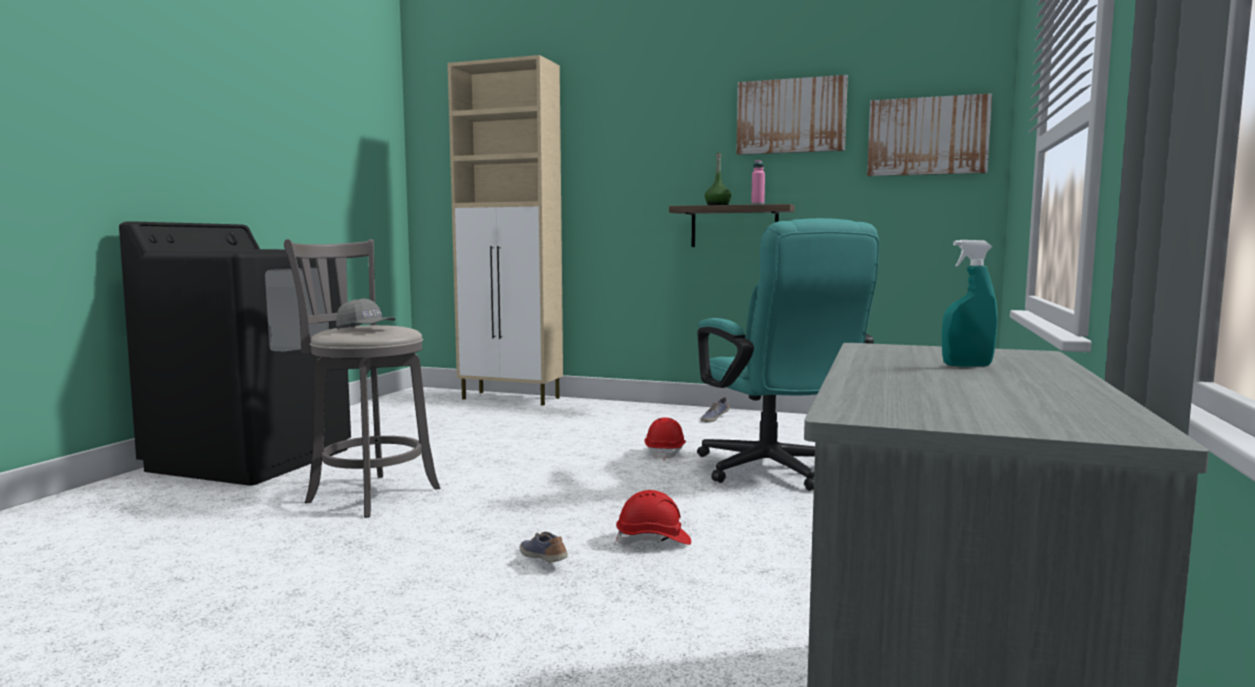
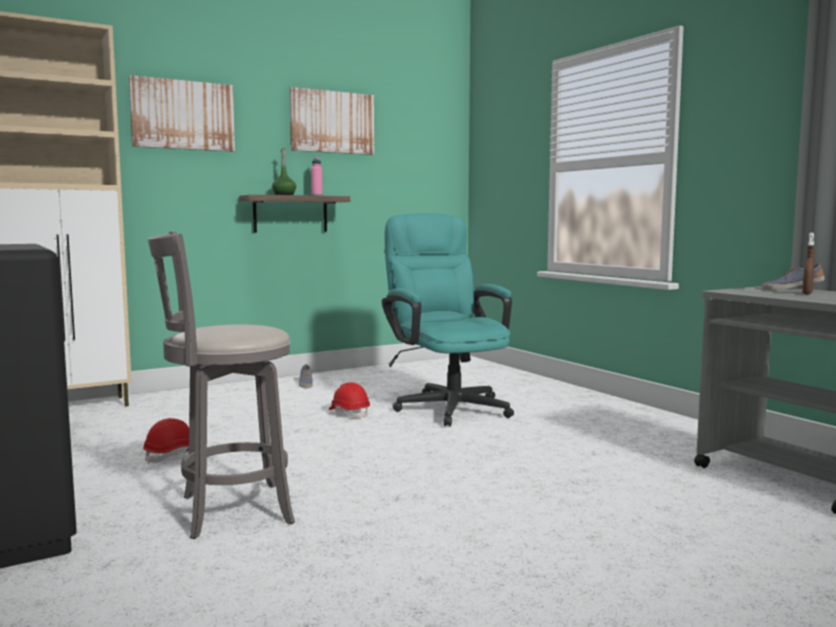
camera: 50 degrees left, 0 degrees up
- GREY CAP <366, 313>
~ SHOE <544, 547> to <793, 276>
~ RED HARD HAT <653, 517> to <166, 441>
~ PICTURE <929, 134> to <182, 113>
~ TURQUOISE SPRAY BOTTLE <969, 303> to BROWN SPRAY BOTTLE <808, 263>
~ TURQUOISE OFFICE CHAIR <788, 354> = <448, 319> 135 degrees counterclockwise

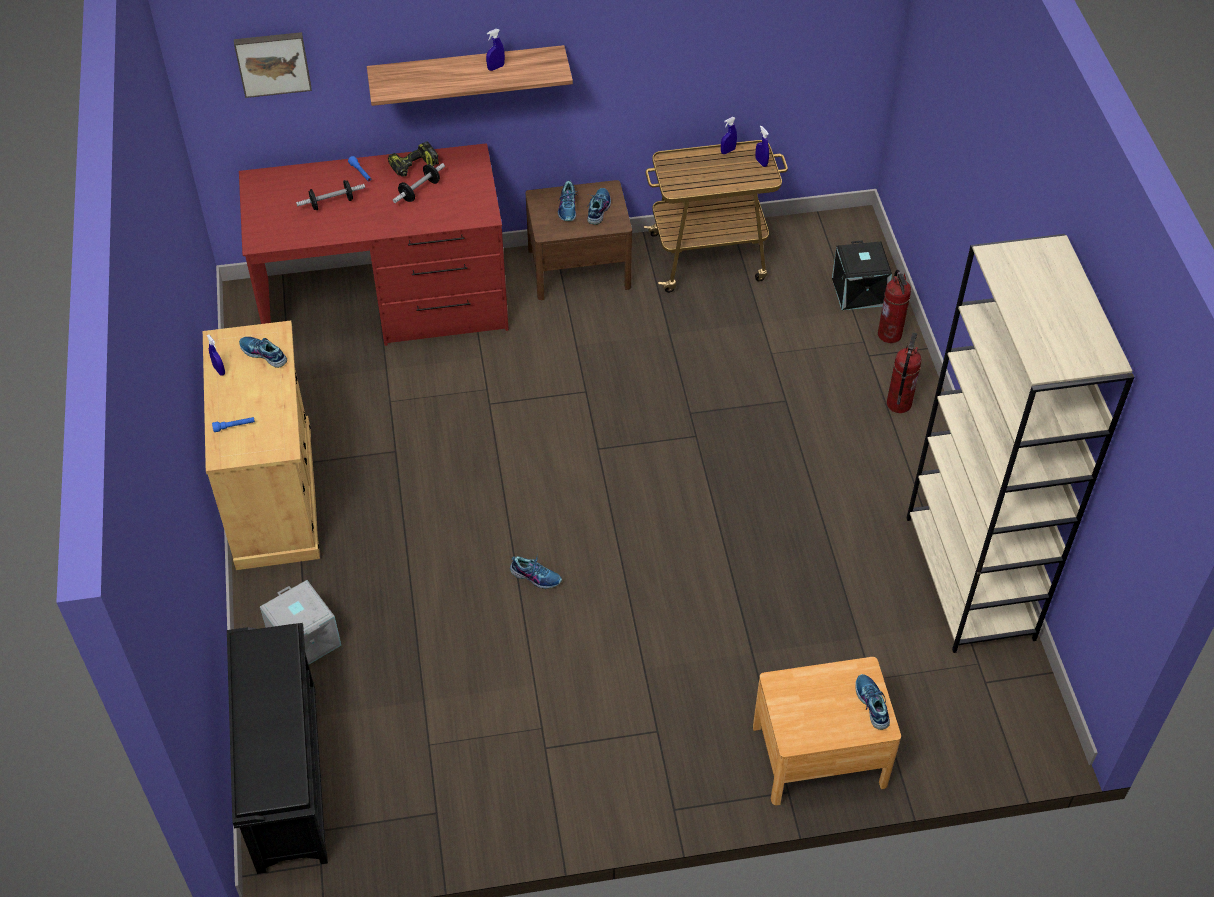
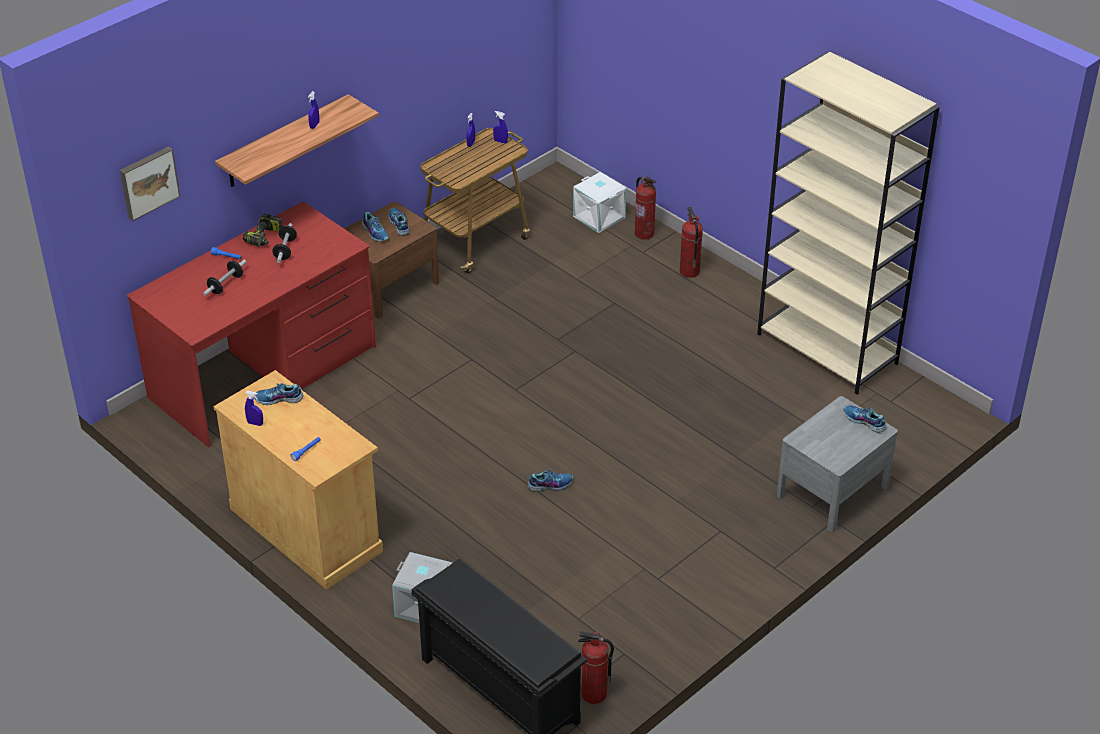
camera: 35 degrees left, 10 degrees down
+ FIRE EXTINGUISHER <596, 667>
~ BROWN NIGHTSTAND <827, 731> to GREY NIGHTSTAND <837, 464>
~ BLACK STORAGE BOX <862, 275> to WHITE STORAGE BOX <599, 202>

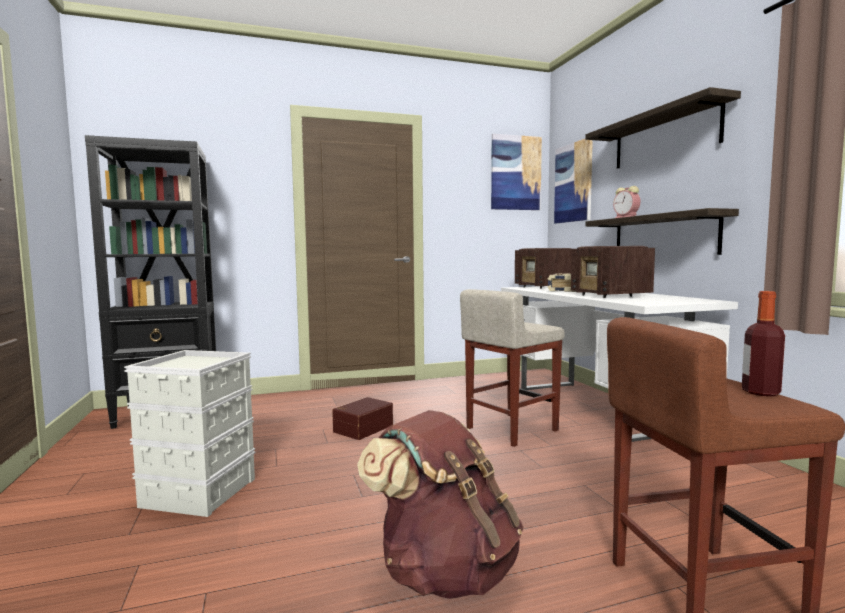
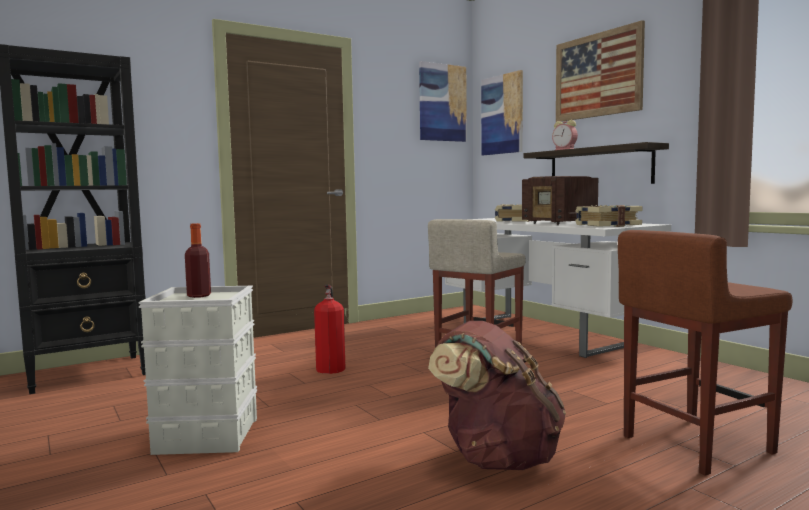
camera: 15 degrees left, 0 degrees up
- RADIO <543, 268>
+ BOOK <609, 216>
~ BOTTLE <763, 343> to <198, 260>
~ BROWN STORAGE BOX <362, 418> to FIRE EXTINGUISHER <330, 329>
~ SHELF <663, 128> to PICTURE <600, 71>

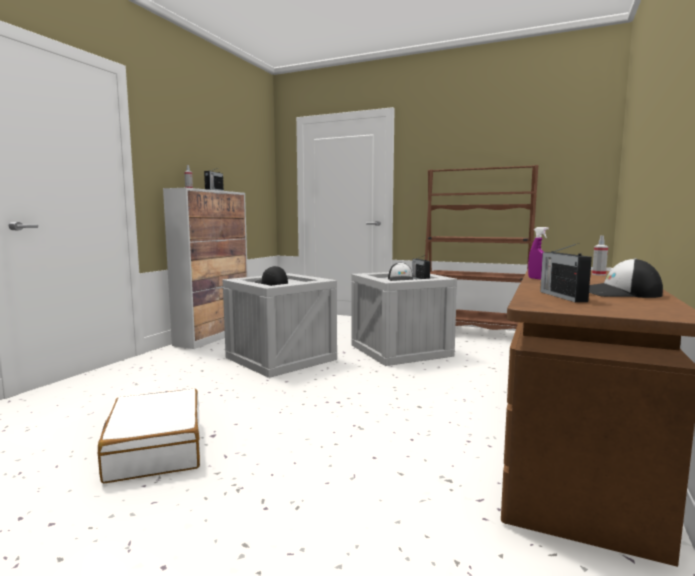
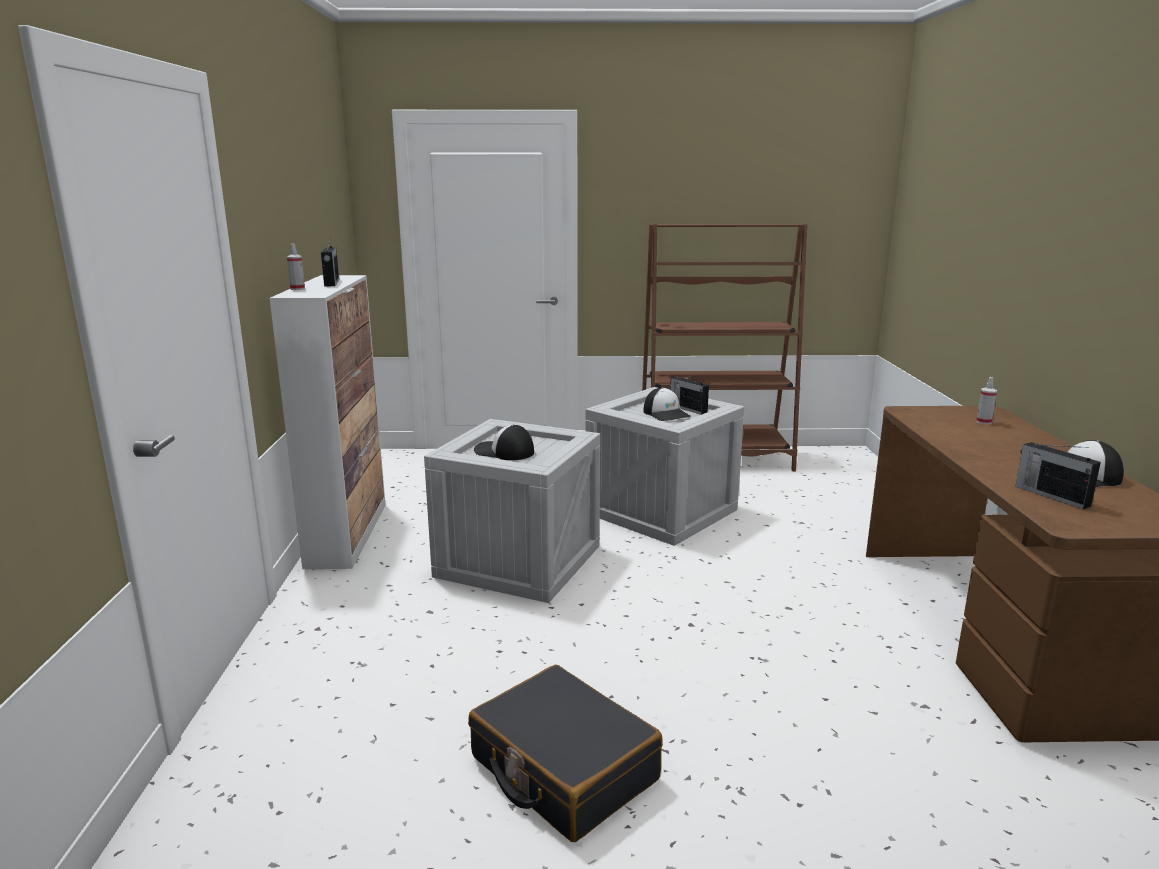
camera: 25 degrees left, 10 degrees up
- PURPLE SPRAY BOTTLE <538, 253>
~ WHITE SUITCASE <149, 435> to BLACK SUITCASE <565, 753>

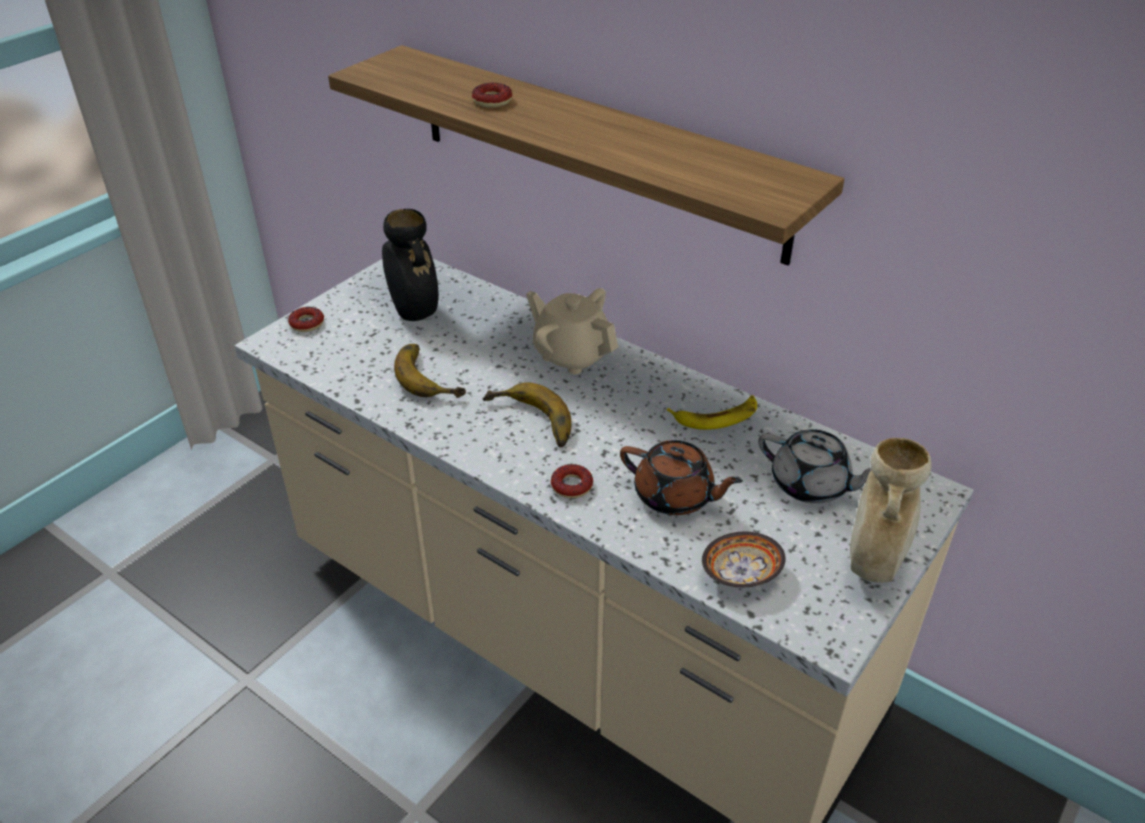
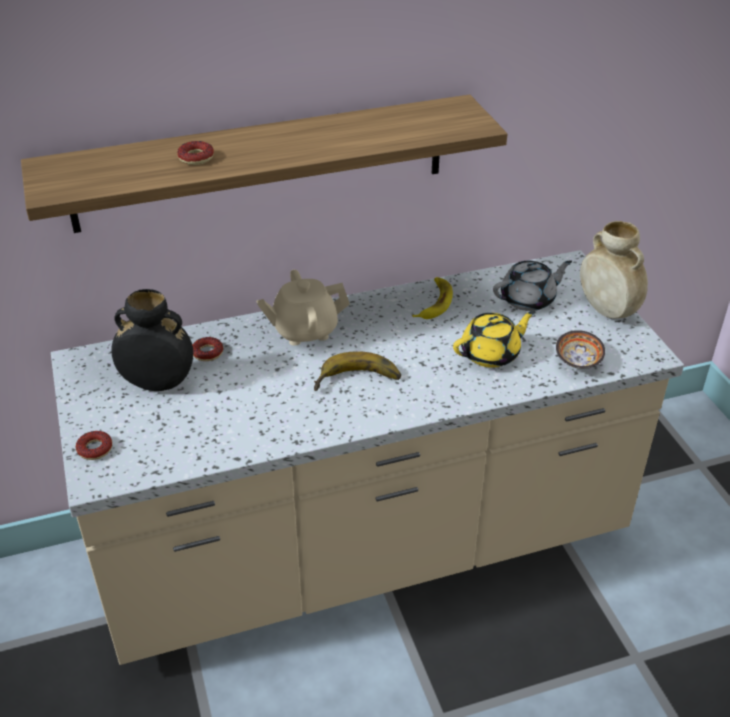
camera: 55 degrees left, 0 degrees up
- BANANA <430, 371>
~ DONUT <572, 481> to <207, 349>
~ BROWN TEAPOT <681, 477> to YELLOW TEAPOT <494, 339>

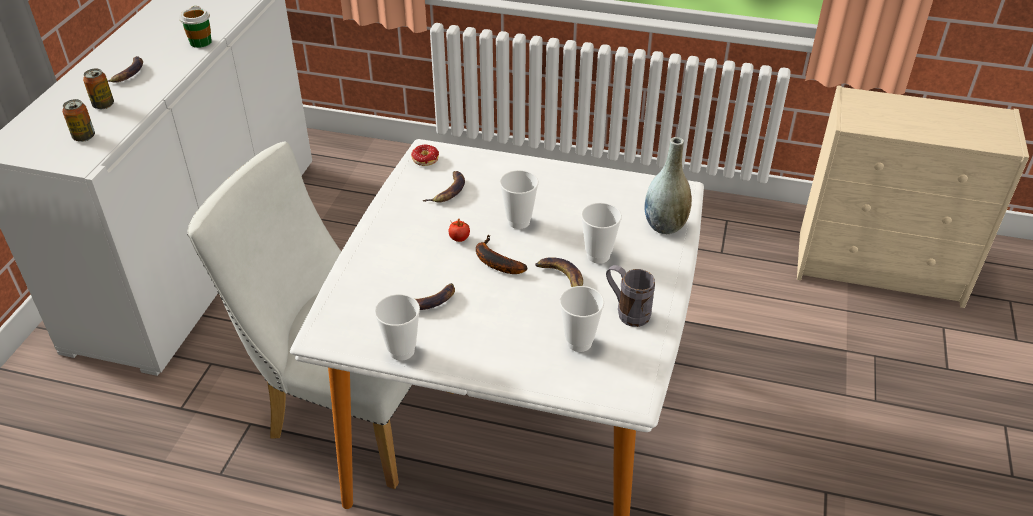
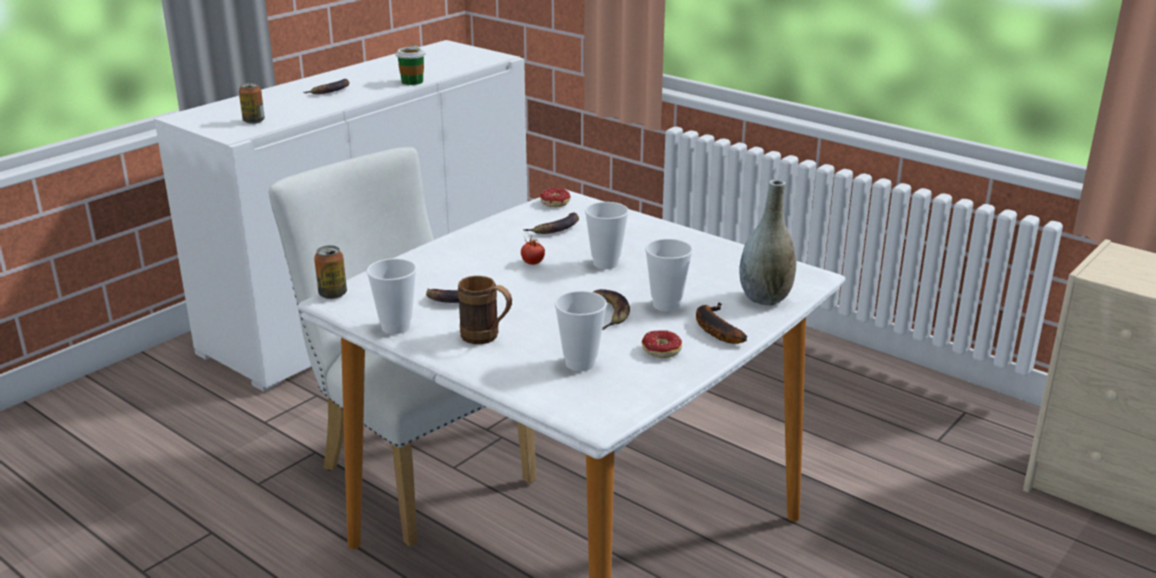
camera: 25 degrees right, 15 degrees down
+ BROWN MUG <485, 310>
~ CAN <98, 89> to <330, 272>
~ BANANA <501, 254> to <721, 323>
~ GREY MUG <630, 296> to DONUT <662, 344>

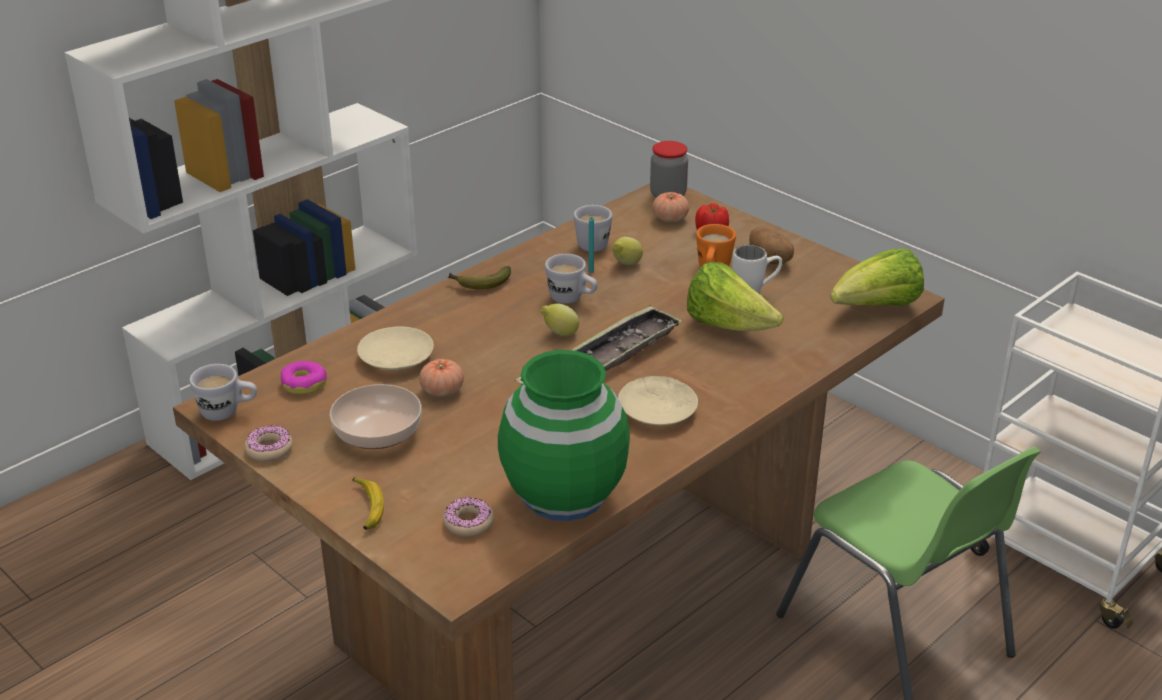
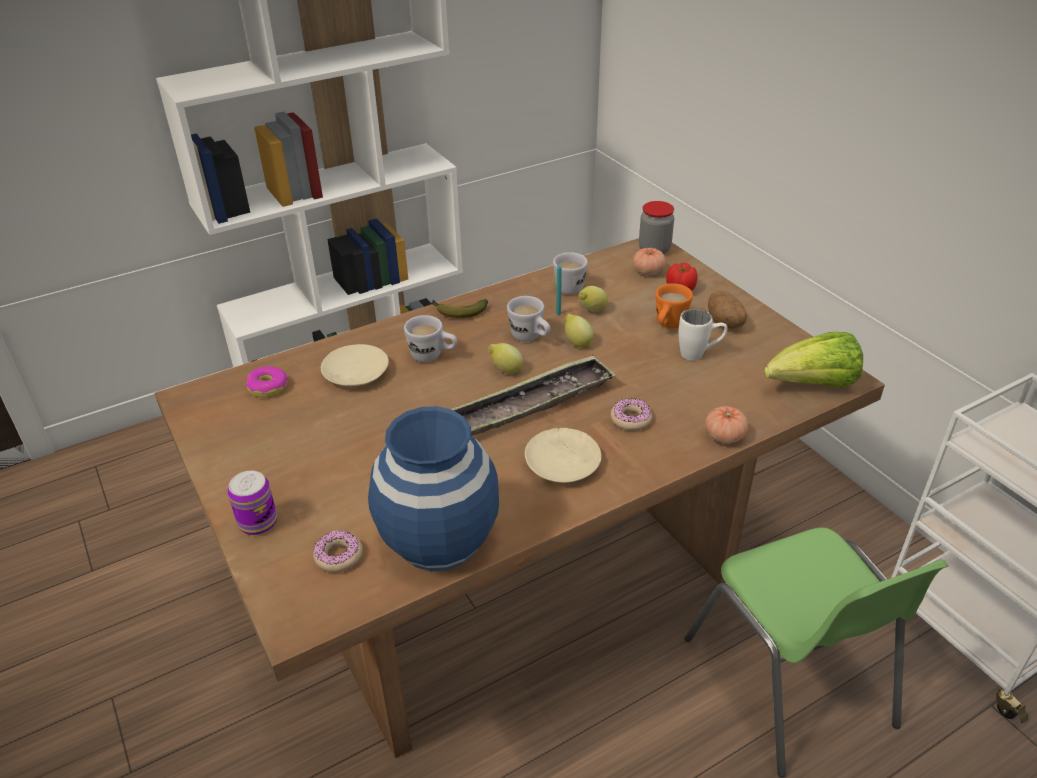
camera: 15 degrees right, 5 degrees up
- BOWL <376, 416>
- LETTUCE <735, 296>
+ LEMON <579, 330>
~ WHITE MUG <223, 392> to <430, 338>
~ DONUT <268, 443> to <631, 414>
~ TOMATO <441, 378> to <726, 424>
~ BANANA <368, 503> to CAN <252, 503>
~ GREEN VASE <564, 435> to BLUE VASE <433, 488>

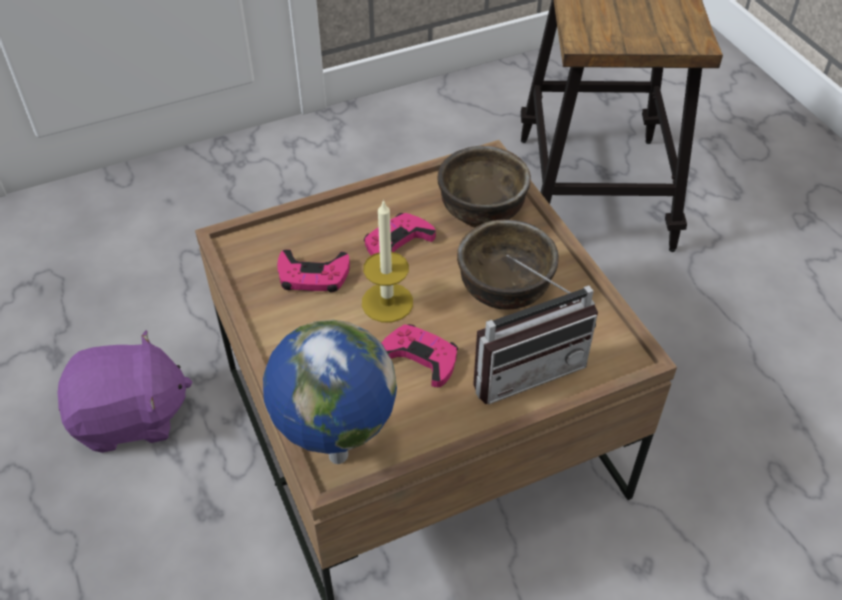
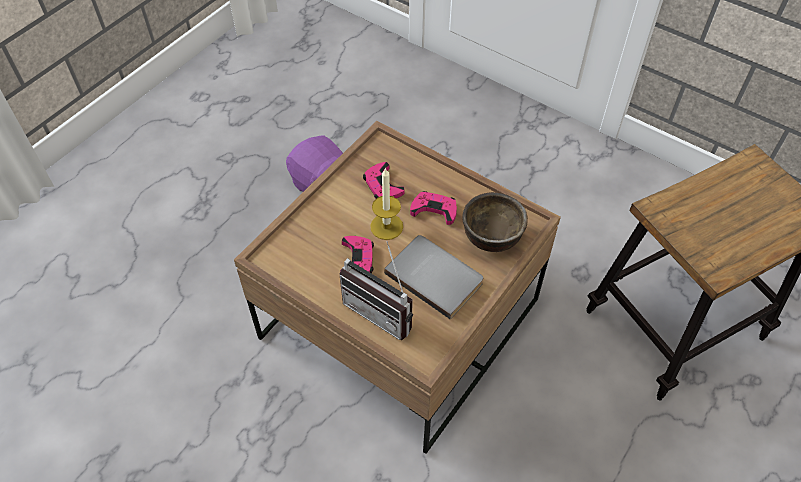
camera: 60 degrees right, 5 degrees up
- GLOBE <330, 391>
~ BROWN BOWL <508, 264> to GREY BOOK <433, 277>

